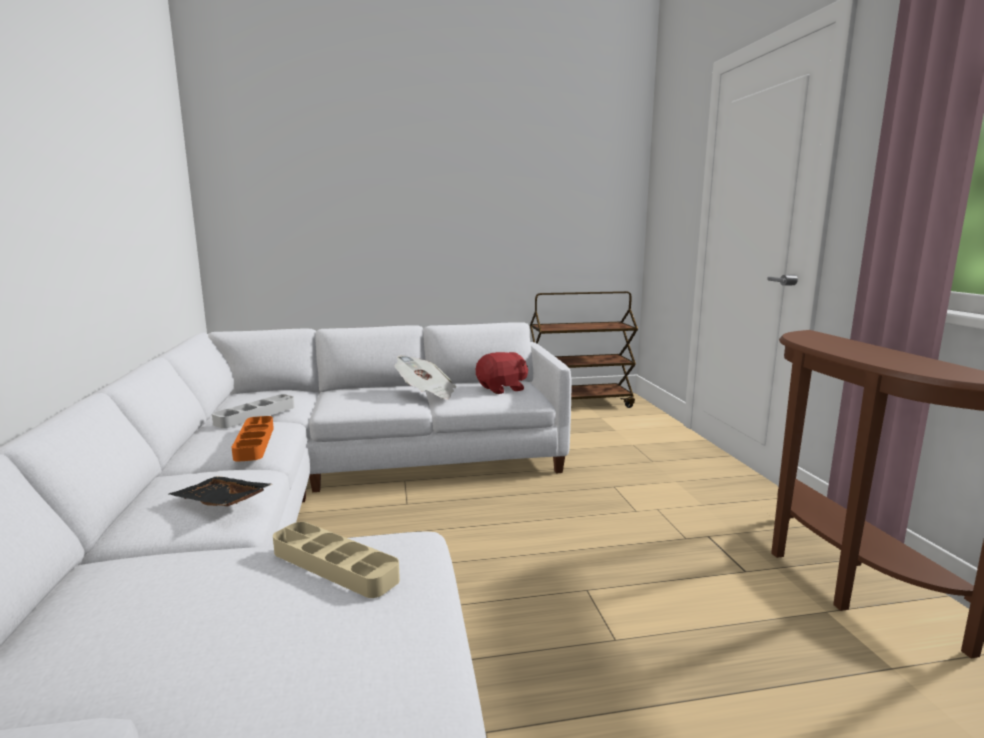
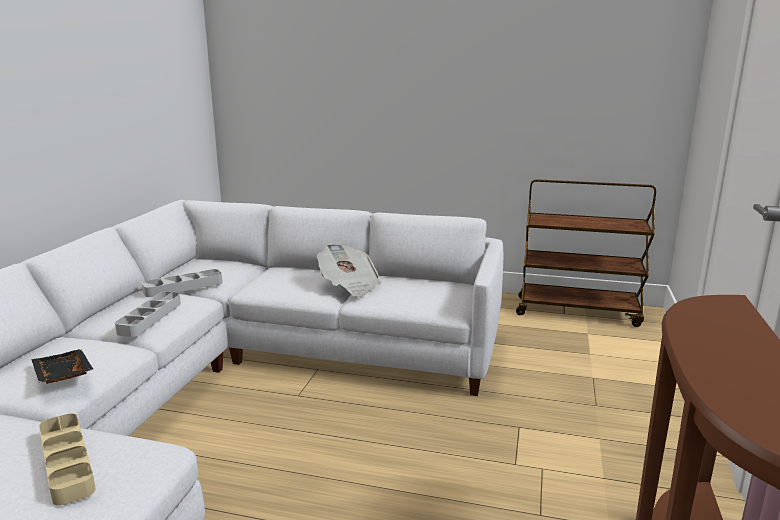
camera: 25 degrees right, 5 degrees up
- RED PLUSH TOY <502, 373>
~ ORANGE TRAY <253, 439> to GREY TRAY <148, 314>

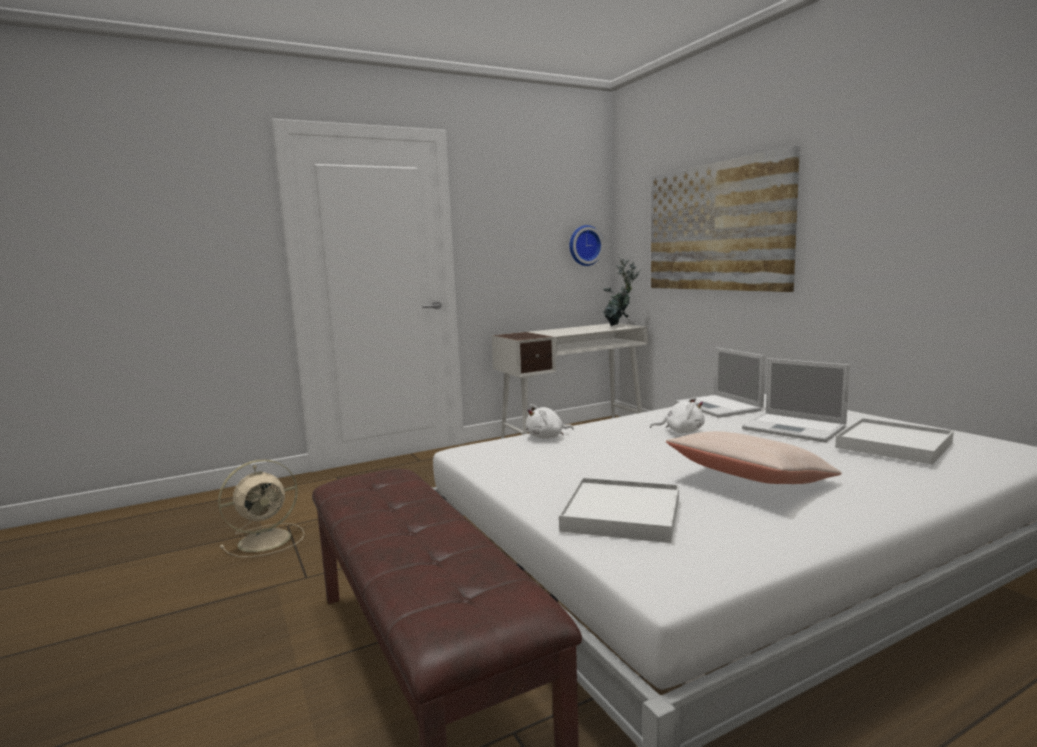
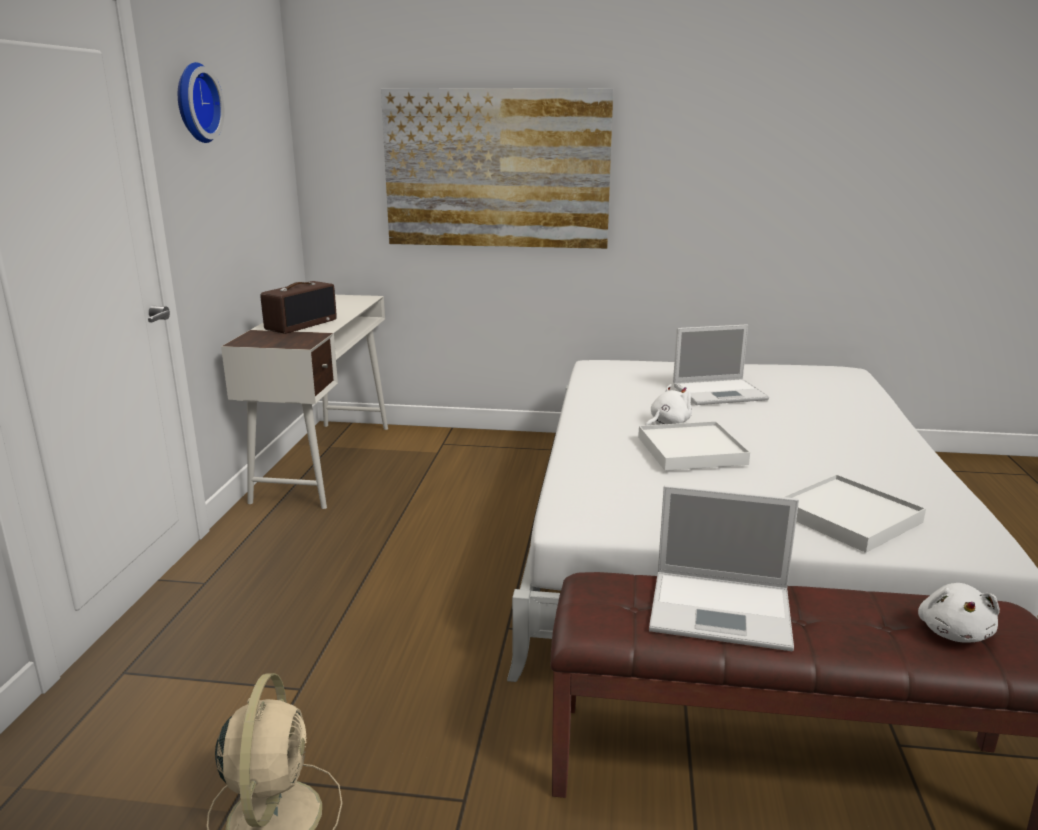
camera: 55 degrees left, 10 degrees up
- POTTED PLANT <622, 292>
- BEIGE PILLOW <754, 457>
+ RADIO <298, 307>
~ WHITE PLUSH TOY <550, 421> to <959, 613>
~ WALL CLOCK <587, 245> to <201, 102>
~ LAPTOP <720, 382> to <724, 568>
~ WHITE TRAY <894, 441> to <694, 446>

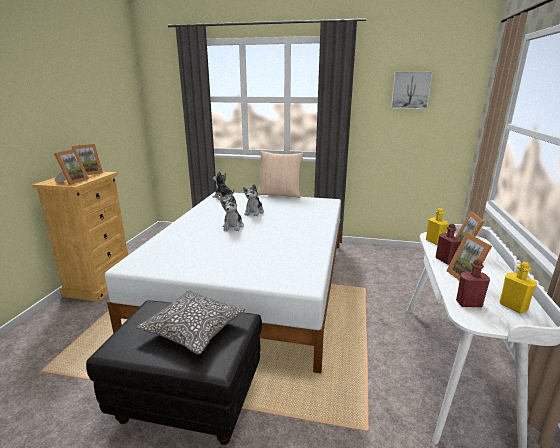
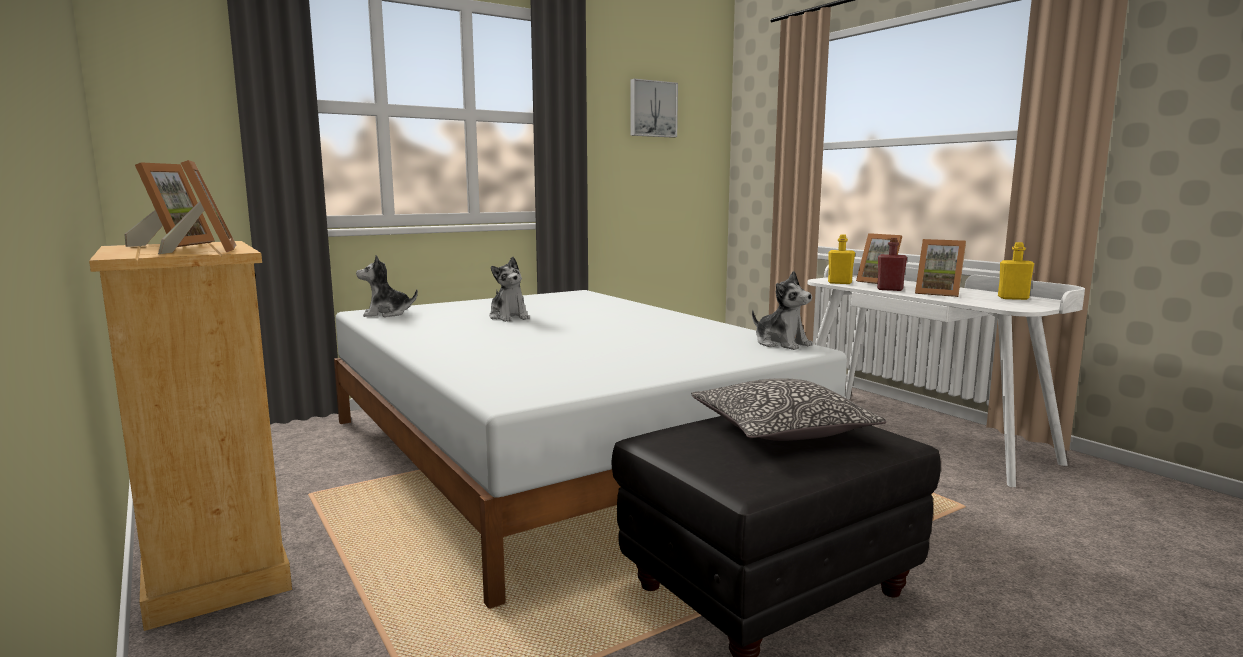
camera: 45 degrees left, 10 degrees down
- BEIGE PILLOW <280, 174>
- RED BOTTLE <473, 283>
~ PLUSH TOY <232, 213> to <782, 310>

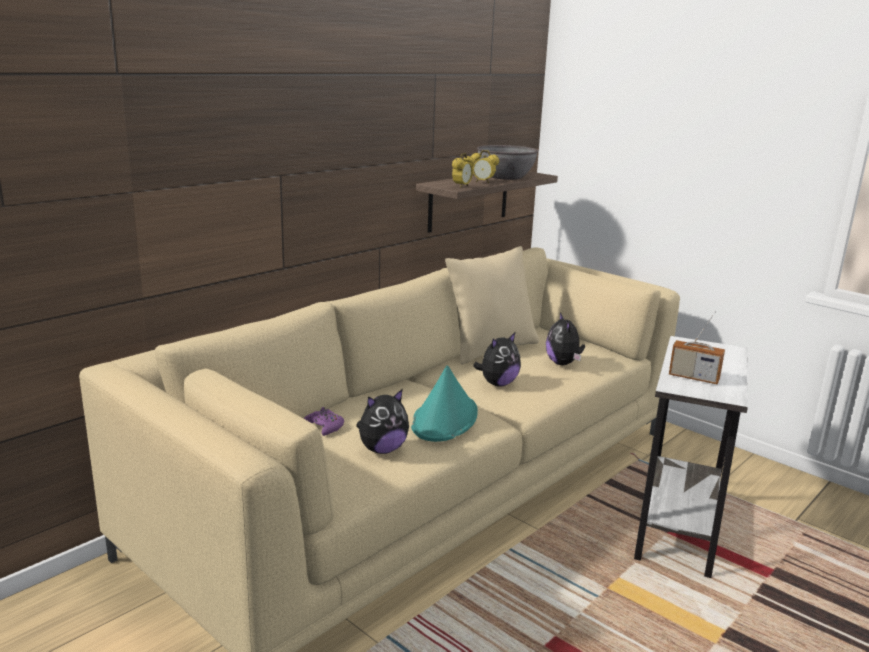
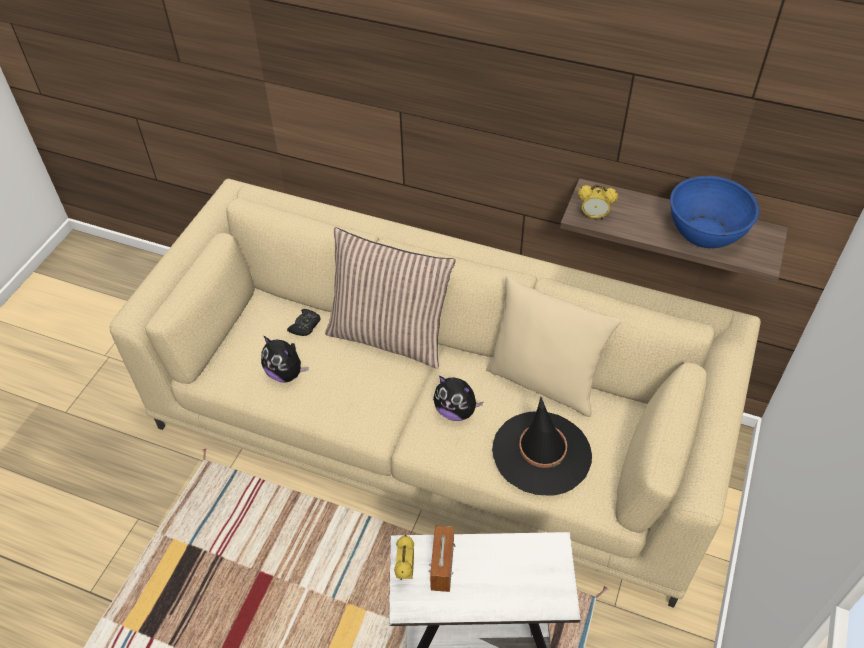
camera: 70 degrees right, 30 degrees up
- TURQUOISE HAT <444, 403>
+ PILLOW <390, 298>
~ ALARM CLOCK <485, 166> to <404, 557>
~ PLUSH TOY <565, 338> to BLACK HAT <542, 446>
~ PURPLE GAME CONTROLLER <324, 421> to BLACK GAME CONTROLLER <304, 322>
~ GREY BOWL <507, 162> to BLUE BOWL <714, 212>

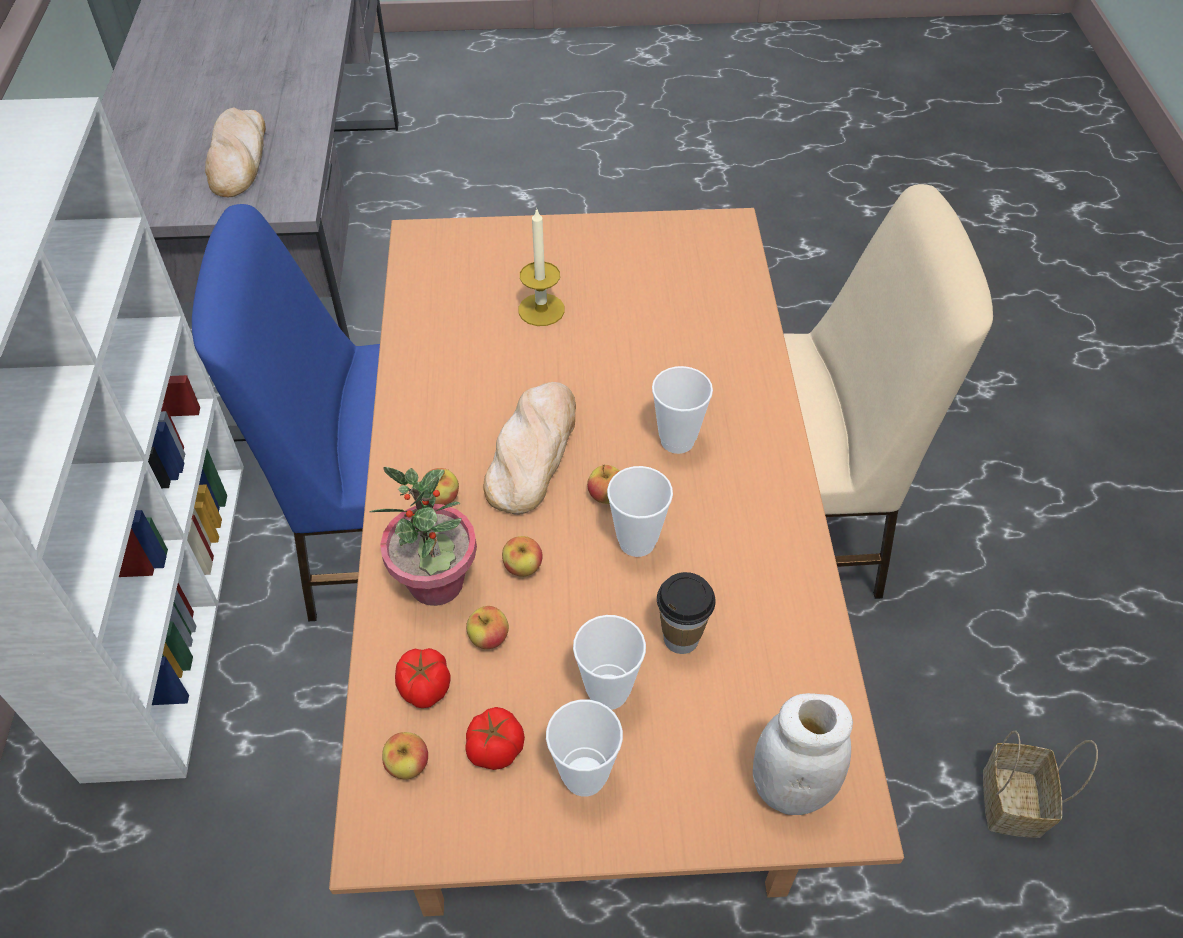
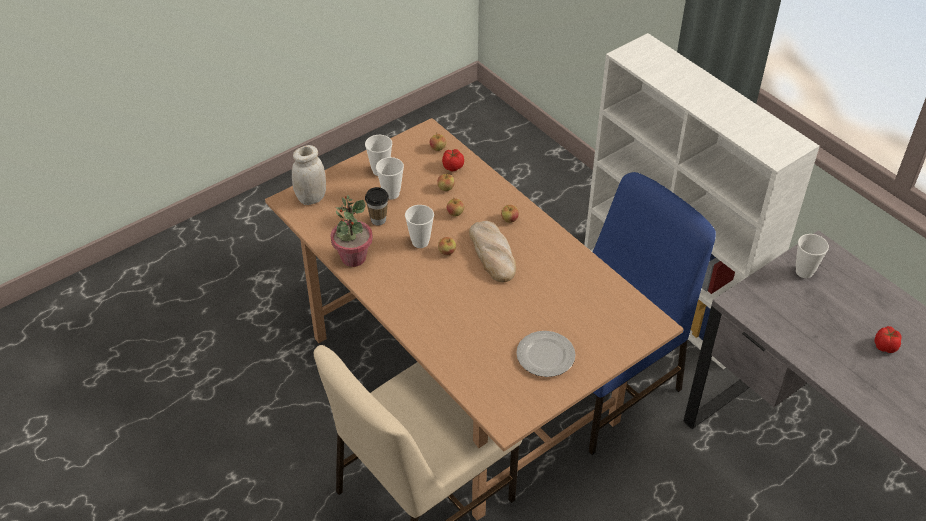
camera: 145 degrees right, 5 degrees down
- BREAD <235, 152>
- CANDLE <541, 267>
- BASKET <1040, 784>
+ PLATE <546, 354>
~ POTTED PLANT <423, 536> to <351, 231>
~ TOMATO <495, 738> to <888, 339>
~ CUP <682, 410> to <812, 256>

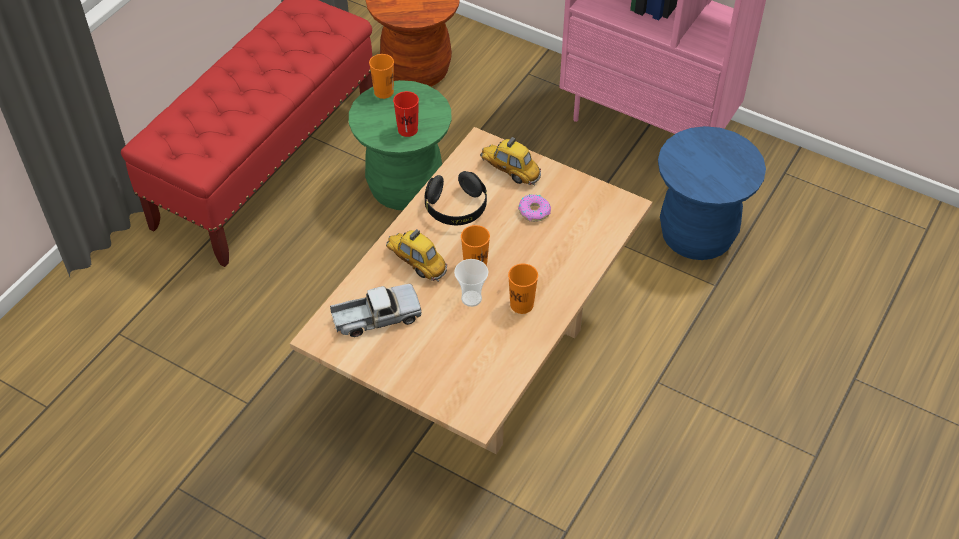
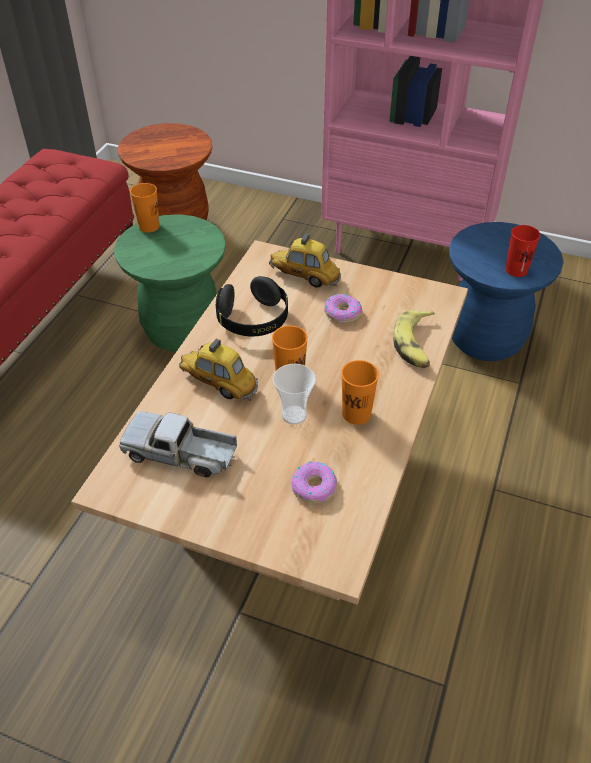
camera: 10 degrees left, 5 degrees down
+ DONUT <314, 482>
+ BANANA <414, 339>
~ RED CUP <406, 114> to <523, 251>
~ TOY TRUCK <376, 310> = <178, 444> 135 degrees counterclockwise

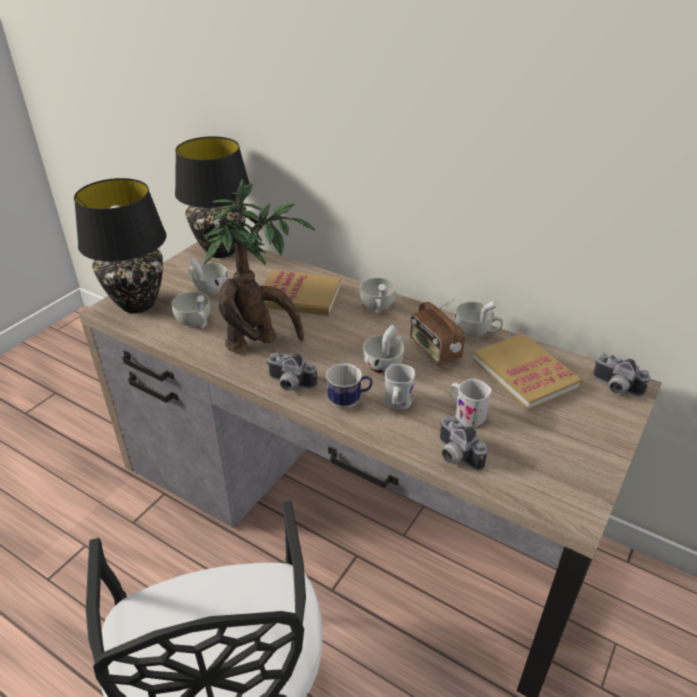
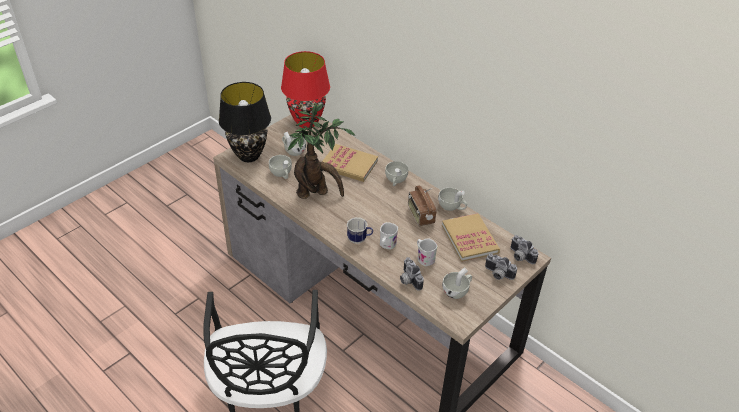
camera: 10 degrees right, 5 degrees up
~ PHOTO CAMERA <292, 372> to <501, 267>
~ WHITE CUP <384, 349> to <457, 283>
~ BLACK TABLE LAMP <212, 197> to RED TABLE LAMP <305, 89>

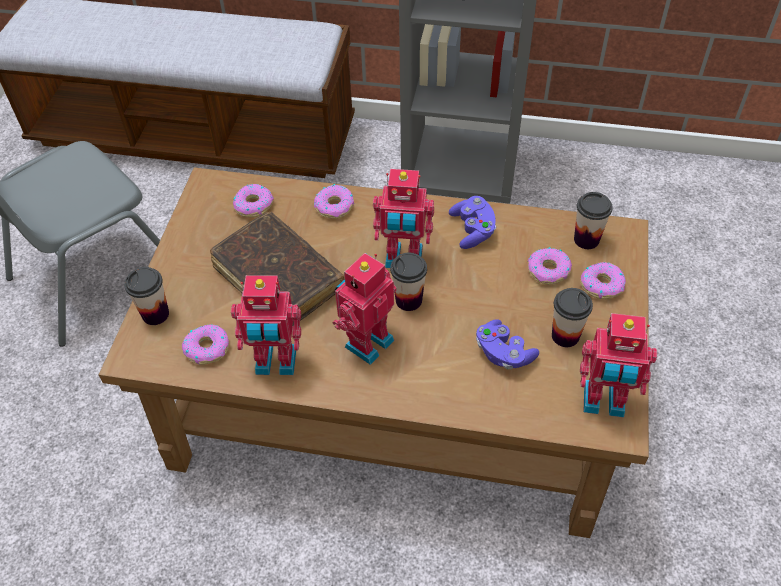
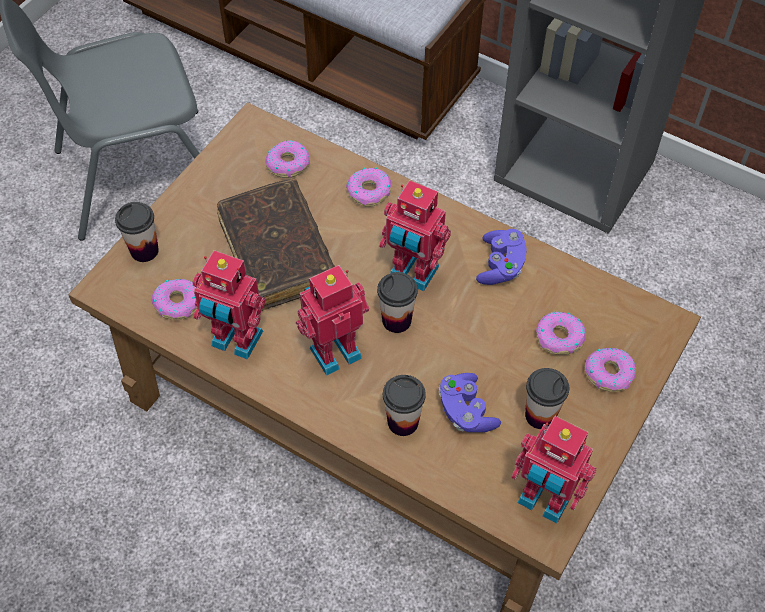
camera: 20 degrees right, 5 degrees up
~ CUP <593, 220> to <404, 405>

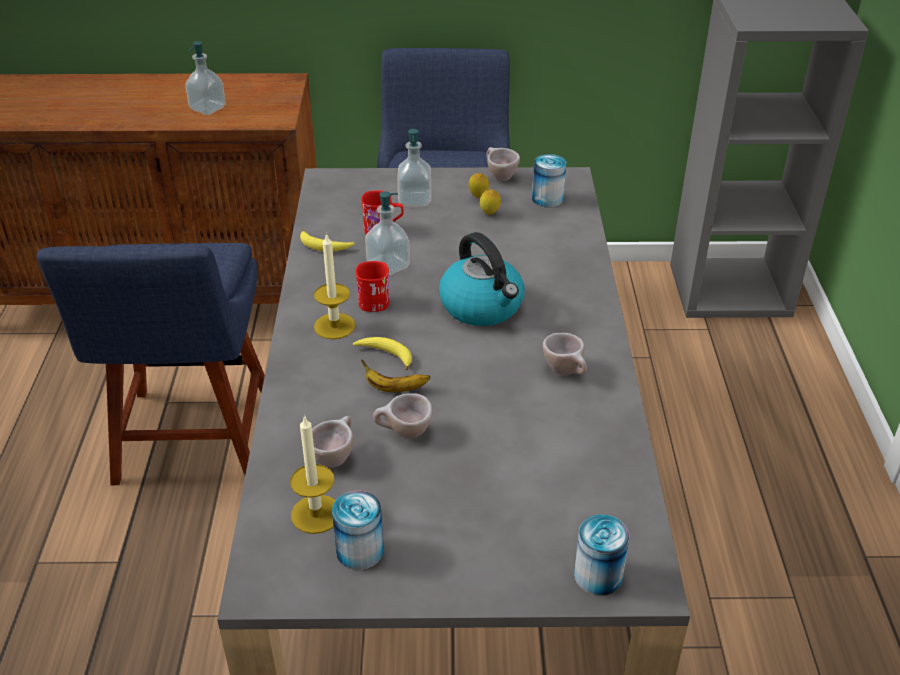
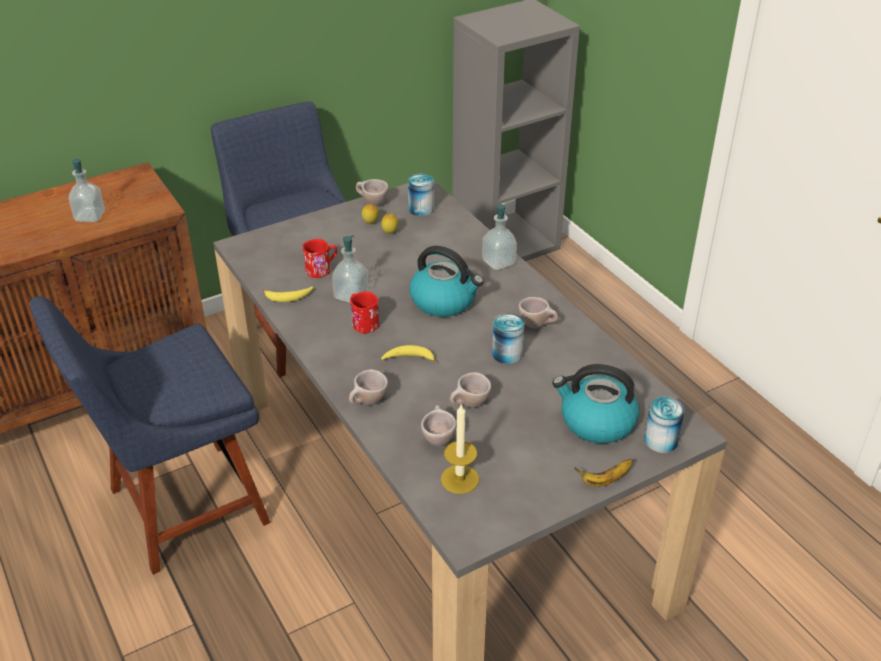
camera: 30 degrees left, 0 degrees up
- CANDLE <334, 286>
+ BEIGE CUP <368, 387>
+ KETTLE <595, 404>
~ CAN <358, 530> to <508, 338>
~ BANANA <395, 375> to <603, 473>
~ SOAP DISPENSER <414, 167> to <499, 237>
~ BLUE CHAIR <151, 364> = <150, 435> 90 degrees clockwise

